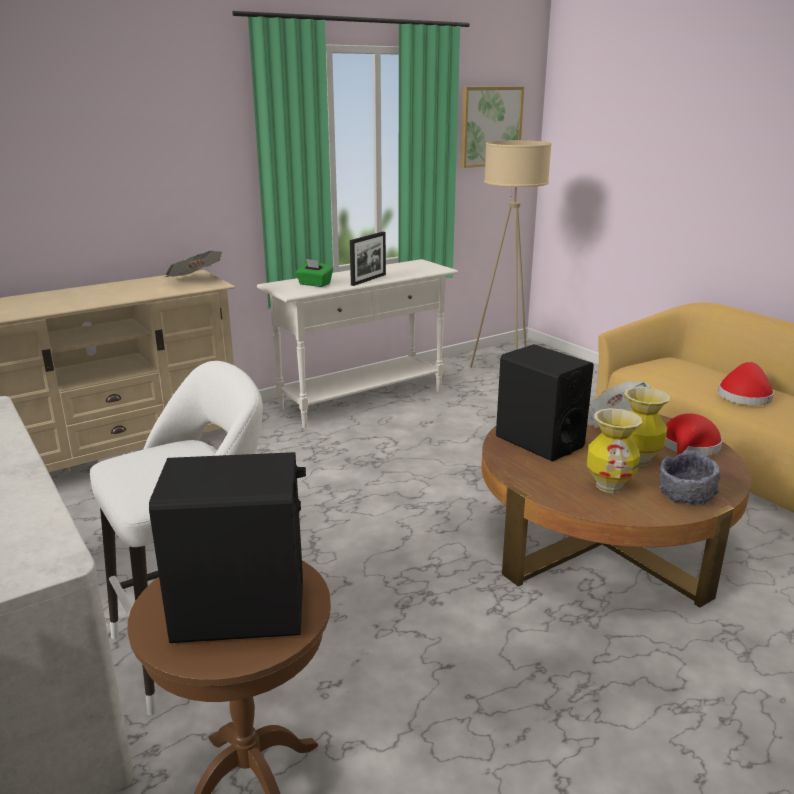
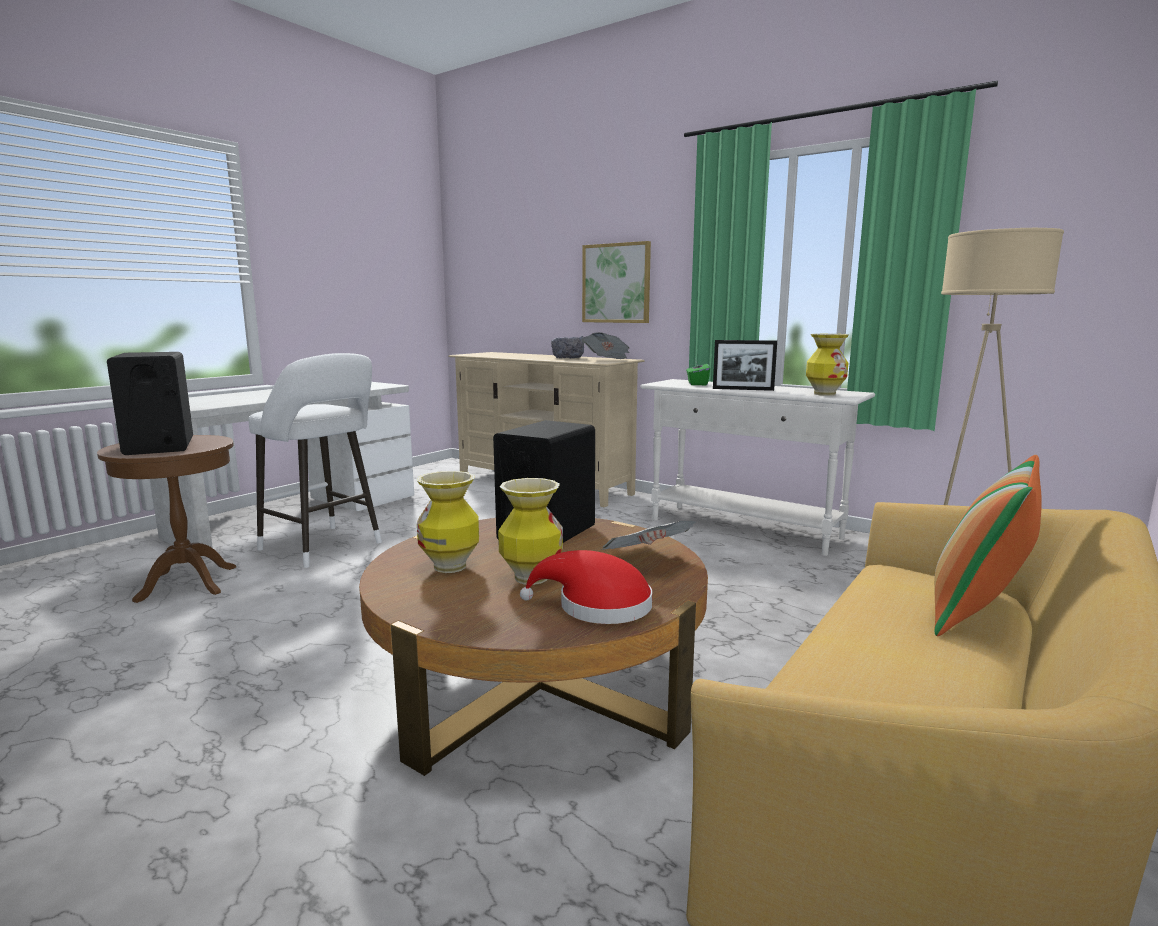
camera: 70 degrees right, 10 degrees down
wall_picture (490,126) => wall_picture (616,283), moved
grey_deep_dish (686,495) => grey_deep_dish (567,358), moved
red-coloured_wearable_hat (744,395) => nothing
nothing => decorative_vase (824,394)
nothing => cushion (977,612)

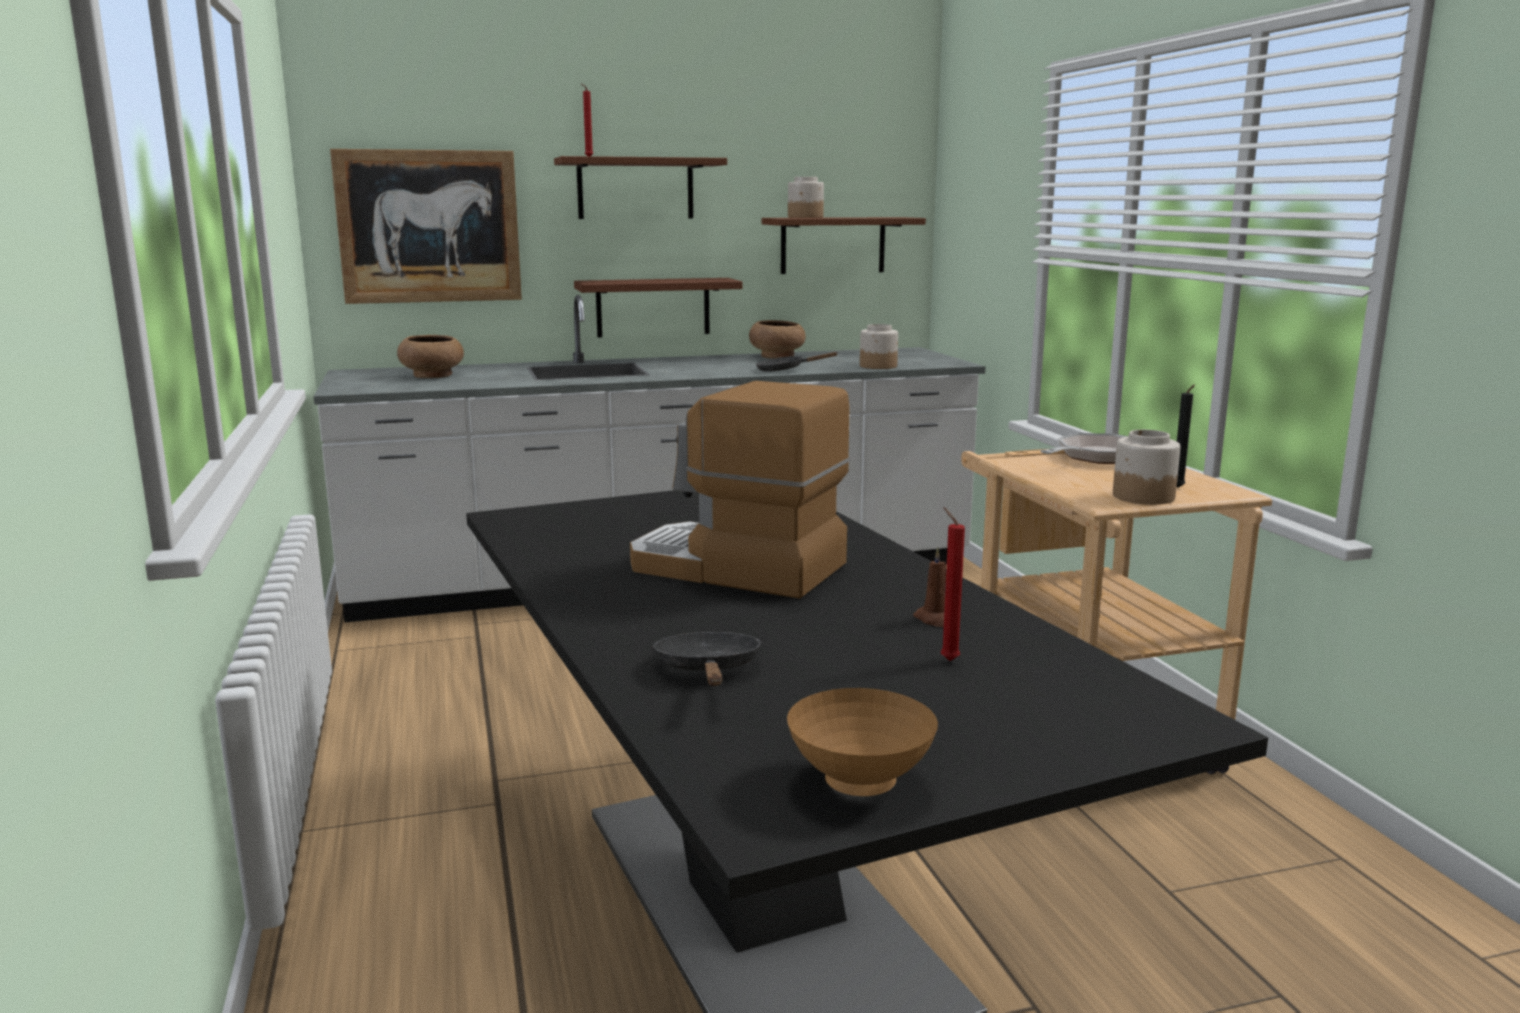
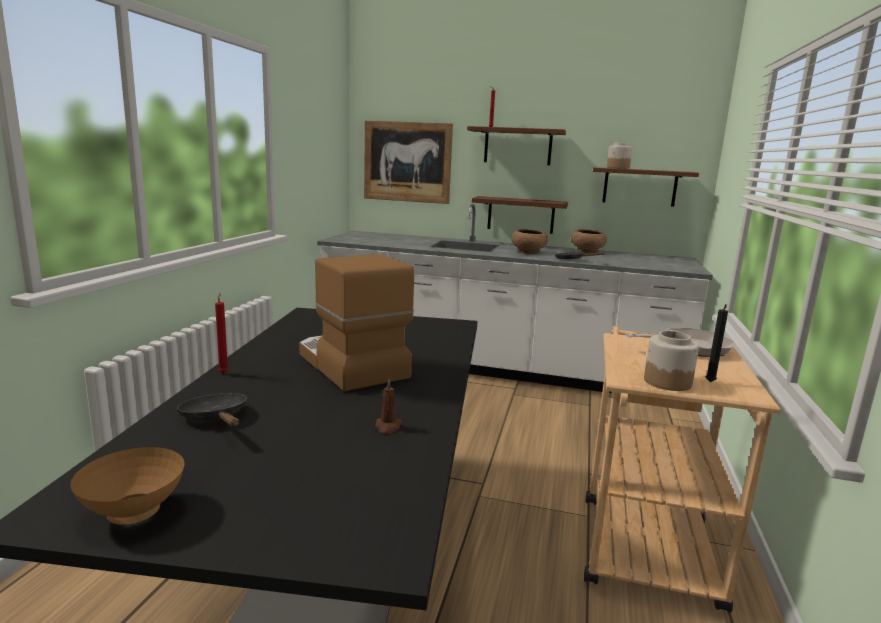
camera: 30 degrees right, 0 degrees up
brownish_deep_dish (433,375) => brownish_deep_dish (528,252), moved
black_pan (708,670) => black_pan (216,418), 60 degrees counterclockwise
jar (878,366) => nothing
red-coloured_wax_light (947,660) => red-coloured_wax_light (224,372), moved

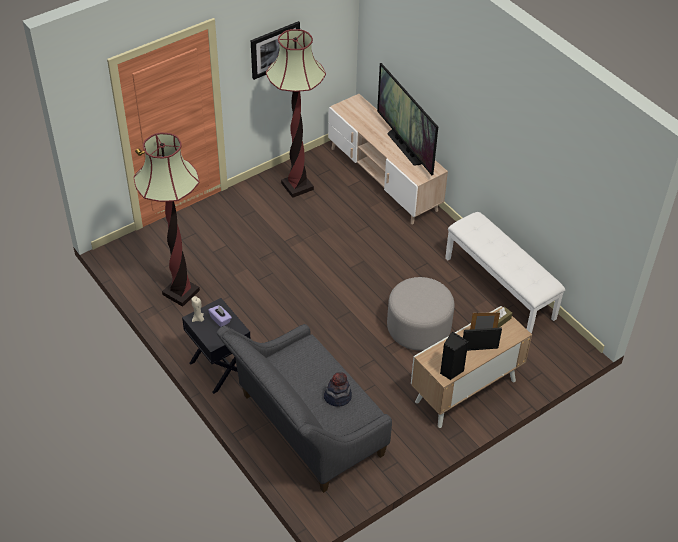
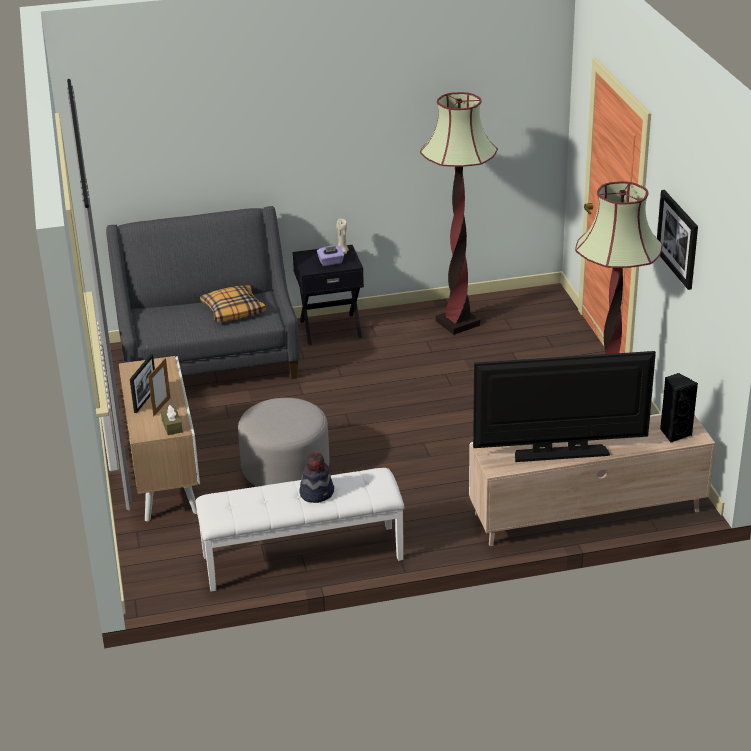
camera: 115 degrees right, 15 degrees down
wearable_hat (337,396) => wearable_hat (317,492), moved
black_audio_speaker (450,371) => black_audio_speaker (674,433), moved
nothing => cushion (233,310)

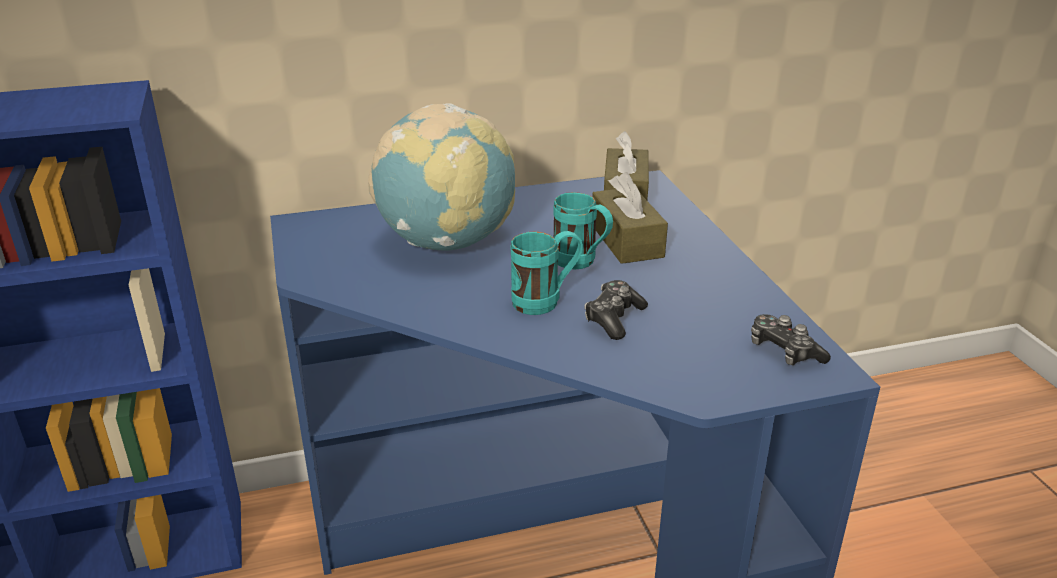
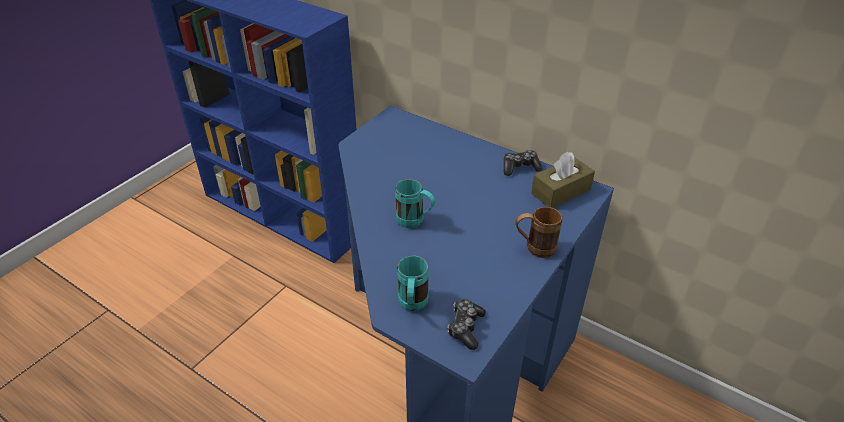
camera: 50 degrees right, 10 degrees up
globe (446,243) => nothing
blue-green_mug (582,263) => blue-green_mug (412,306), moved
gamepad (614,318) => gamepad (520,167), moved
brownish_box_of_tissues (626,241) => nothing
nothing => brownish_mug (534,248)

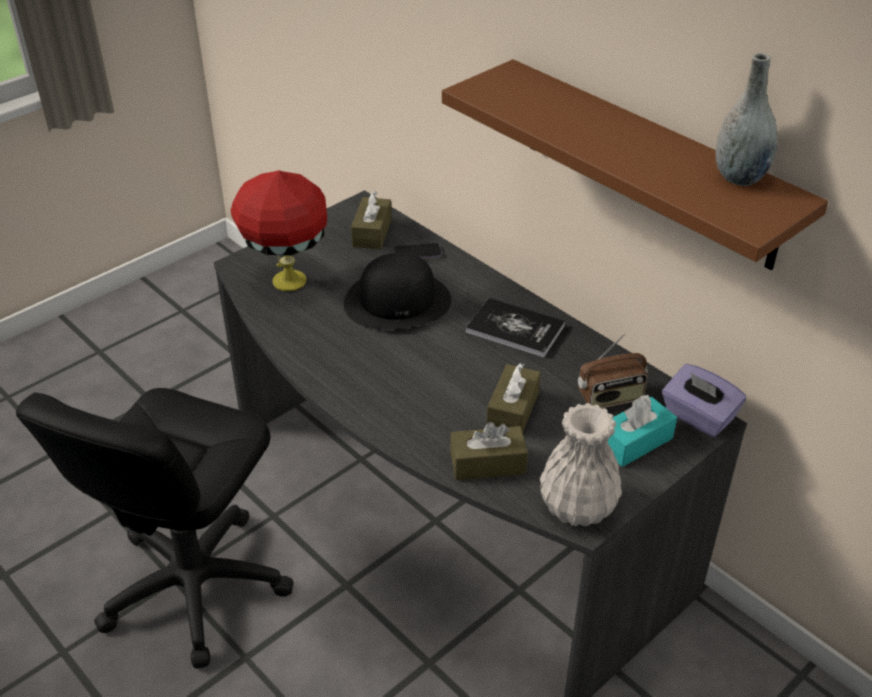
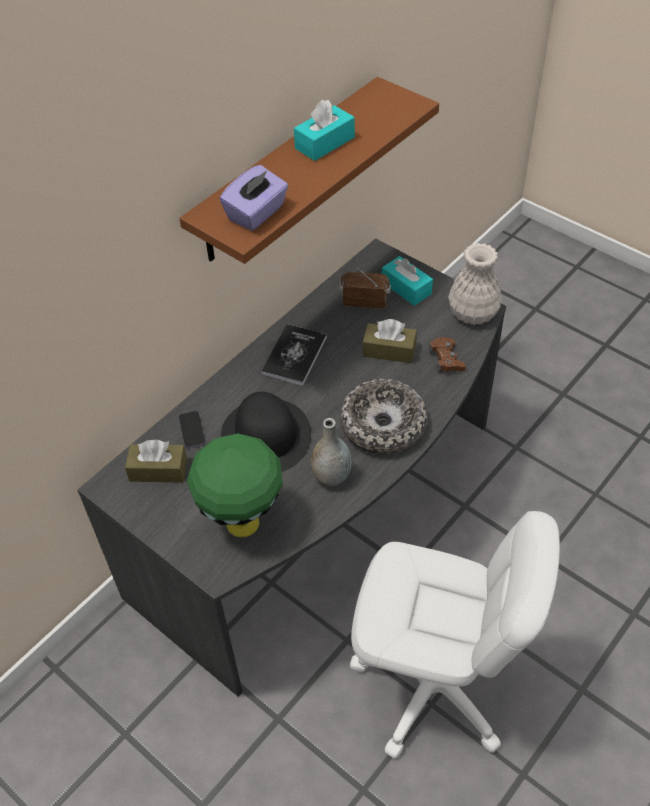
camera: 95 degrees left, 10 degrees up
black_office_chair (194,586) => whitish_office_chair (434,685)
red-coloured_table_lamp (287,281) => greenish_table_lamp (243,524)
brownish_box_of_tissues (487,463) => brownish_gamepad (446,359)
radio (610,398) => radio (365,300), 60 degrees counterclockwise
purplish_box_of_tissues (698,417) => purplish_box_of_tissues (257,213), moved
grey_decorative_vase (739,177) => grey_decorative_vase (331,476), moved
nothing => blue-green_box_of_tissues (324,143)
nothing => deep_dish (383,425)

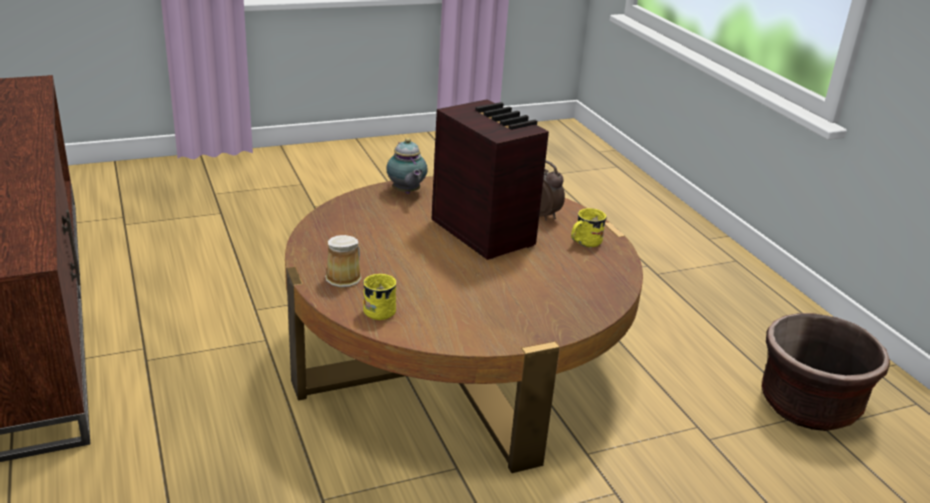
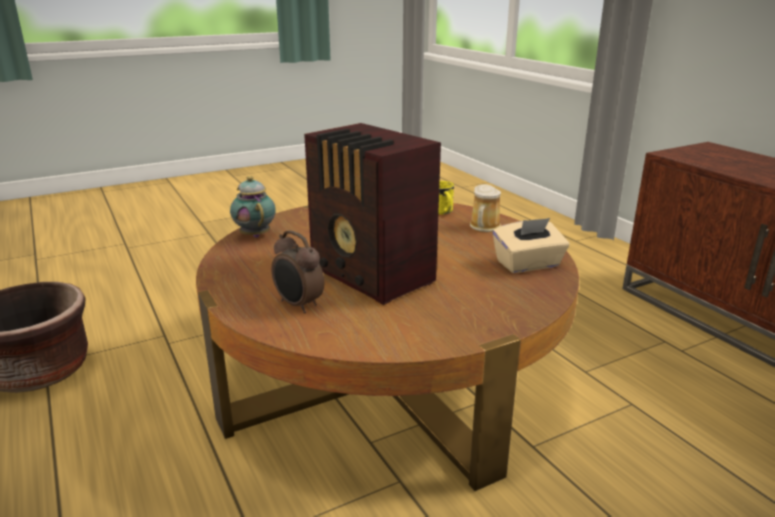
camera: 175 degrees right, 5 degrees down
tea_pot (406,192) => tea_pot (255,235), moved
yellowish_mug (584,242) => nothing
nothing => beige-coloured_box_of_tissues (528,264)

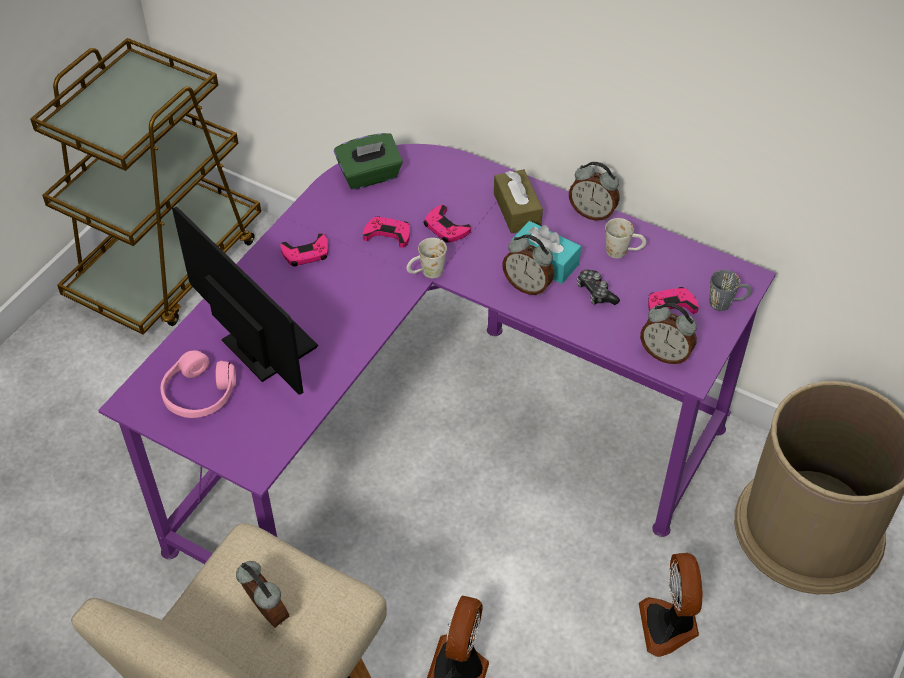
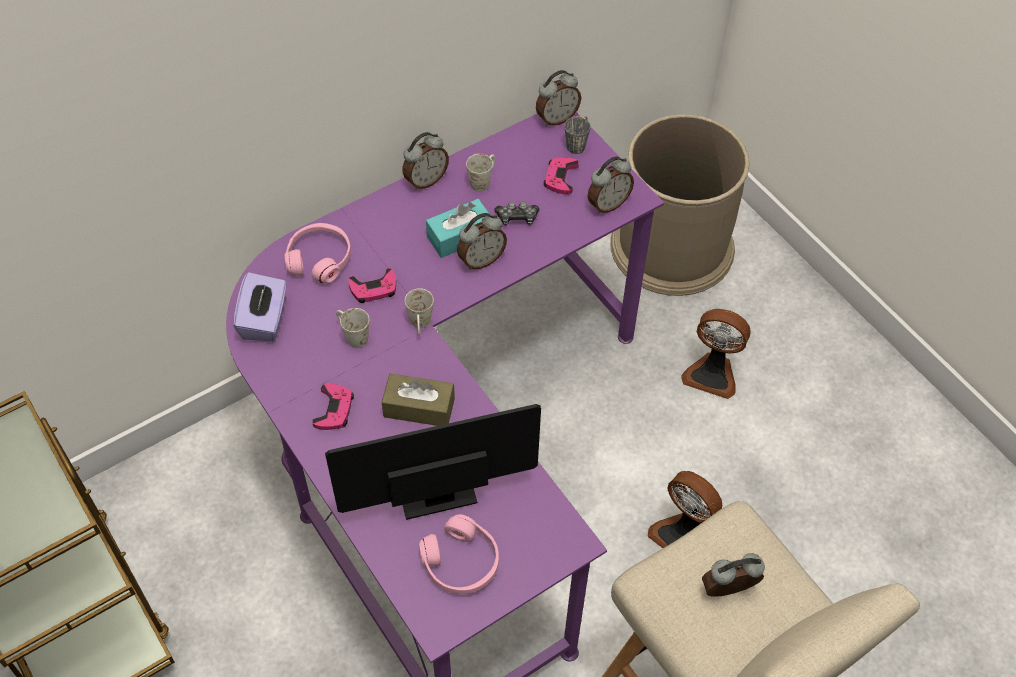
camera: 65 degrees left, 5 degrees up
greenish_box_of_tissues (369,176) => purplish_box_of_tissues (265,320)
pink_gamepad (388,234) => whitish_mug (352,335)
brownish_box_of_tissues (517,210) => brownish_box_of_tissues (419,407), moved
nothing => pink_headset (319,259)
nothing => bedside_clock (556,118)

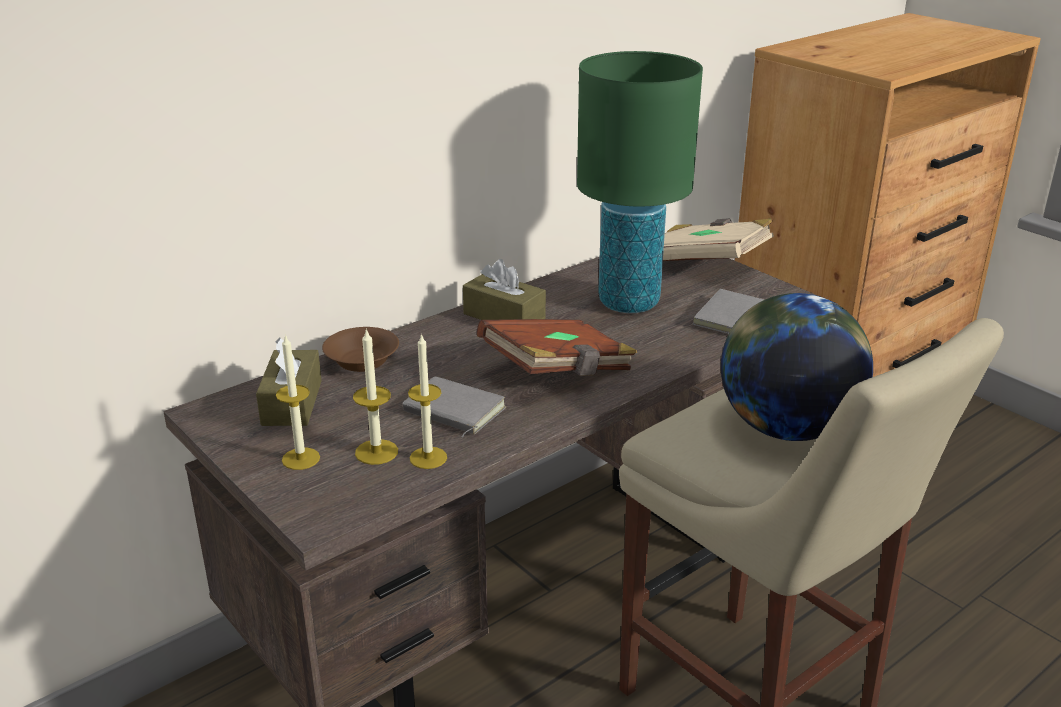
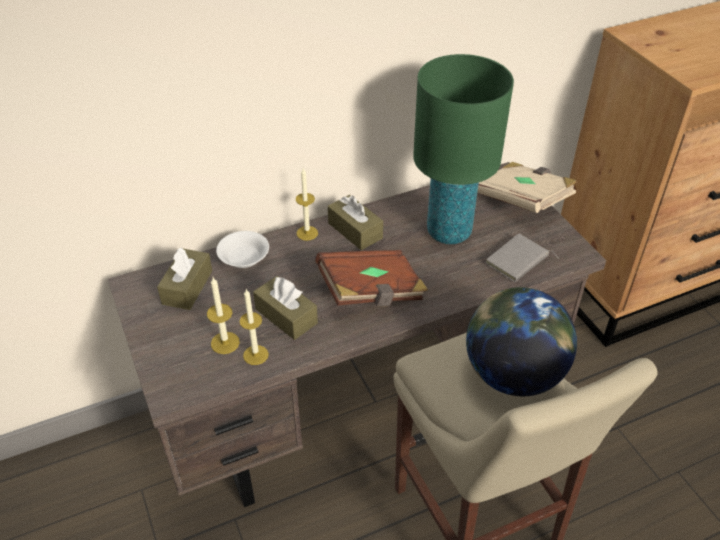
camera: 15 degrees right, 15 degrees up
wax_light (301,458) => wax_light (307,233), moved
brownish_deep_dish (362,363) => whitish_deep_dish (244,259)
grey_volume (452,412) => brownish_box_of_tissues (286,316)

